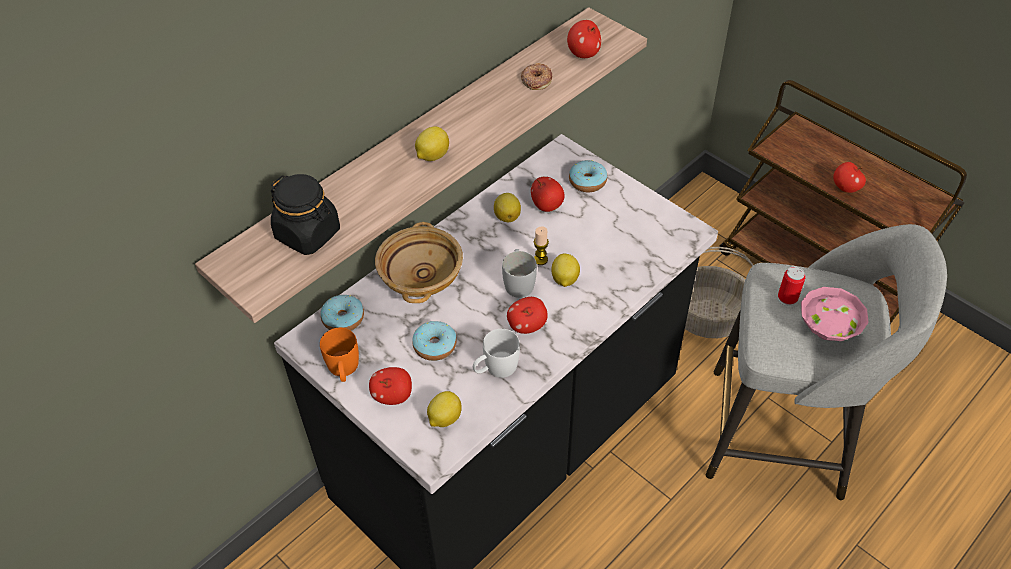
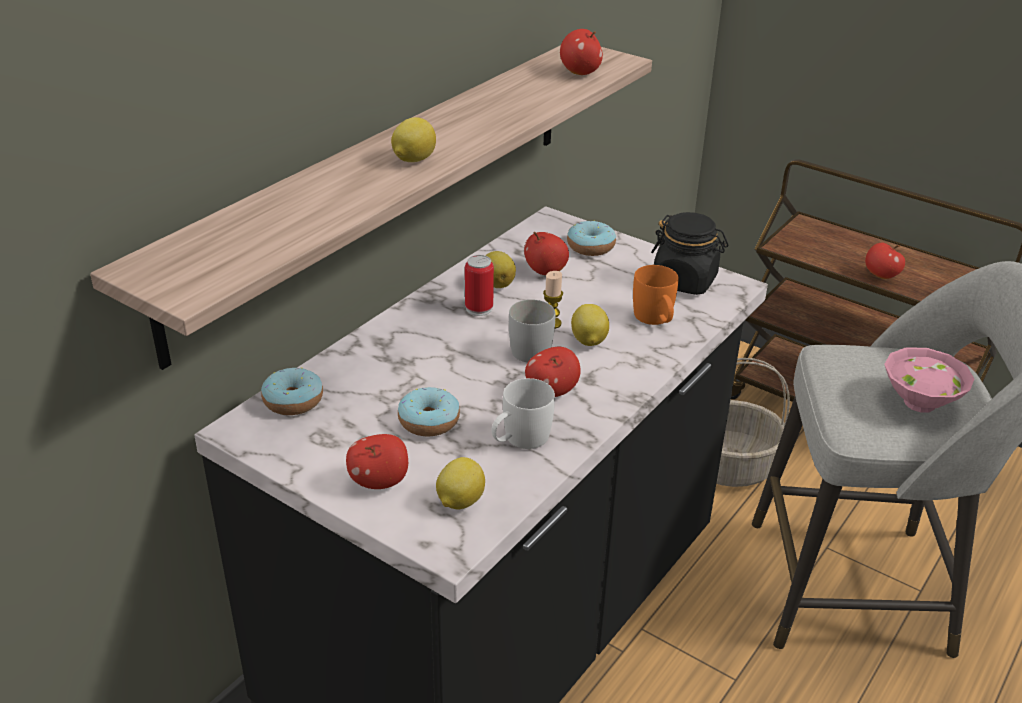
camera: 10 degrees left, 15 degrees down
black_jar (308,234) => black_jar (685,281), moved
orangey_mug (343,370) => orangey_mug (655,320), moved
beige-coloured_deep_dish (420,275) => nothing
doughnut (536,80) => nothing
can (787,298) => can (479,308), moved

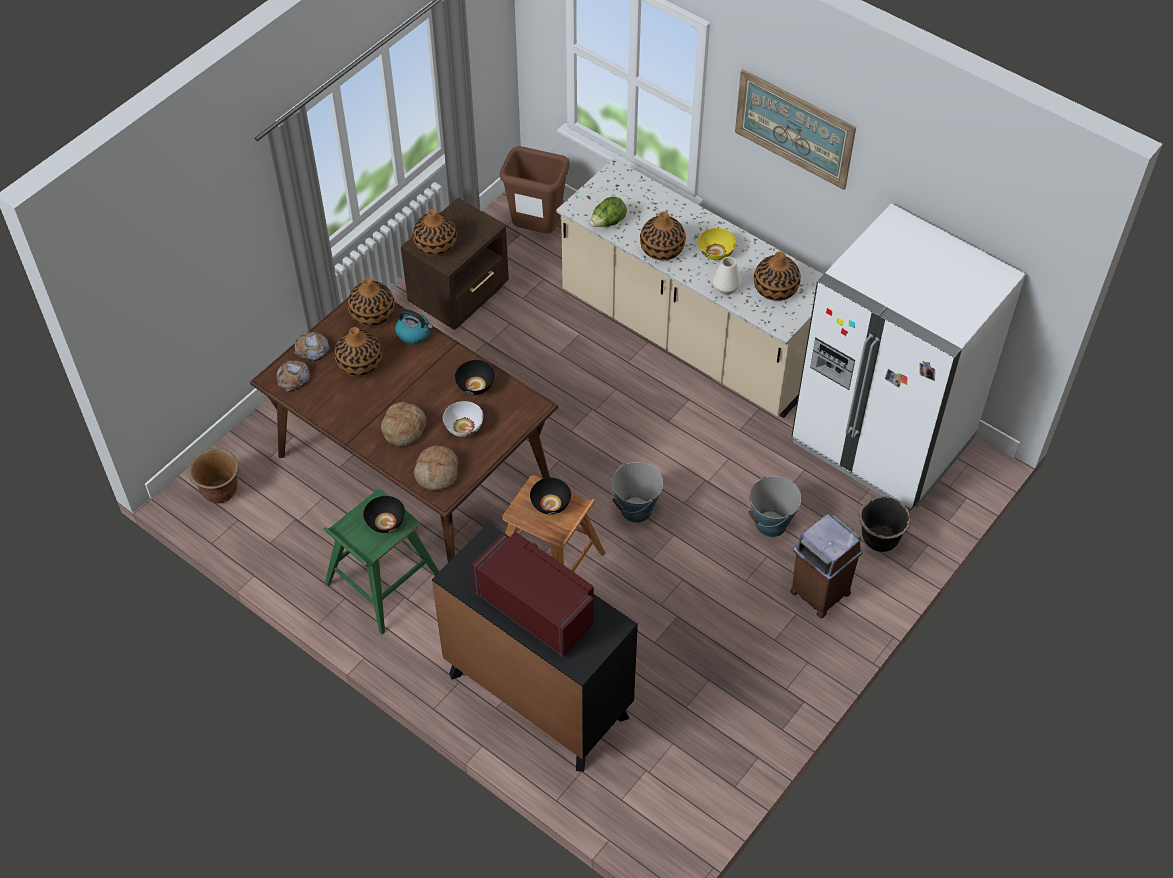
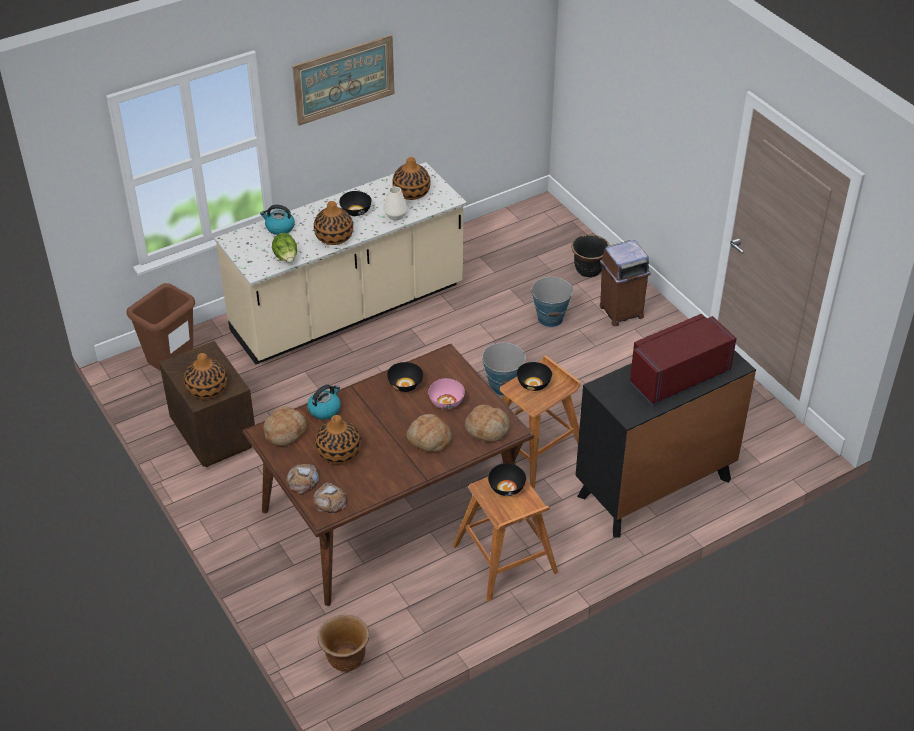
camera: 70 degrees left, 10 degrees down
greenish_stool_seat (383,583) => brownish_stool_seat (505,560)
decorative_vase (373,314) => baked_bread (285,431)
whitish_deep_dish (464,426) => pink_deep_dish (446,402)
yellowish_deep_dish (715,252) => black_deep_dish (356,211)
whitish_refrigerator (882,441) => nothing
nothing => water_kettle (279,228)

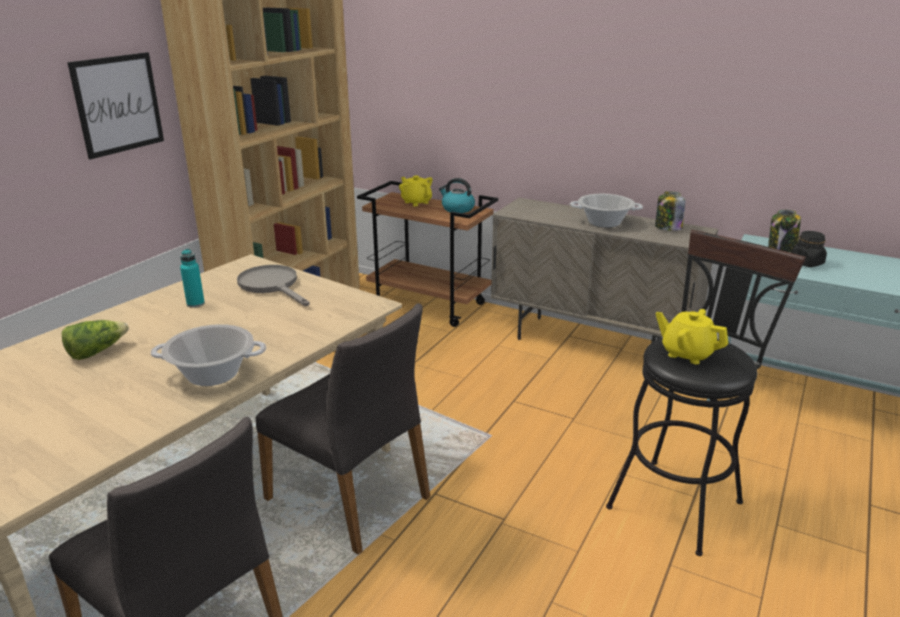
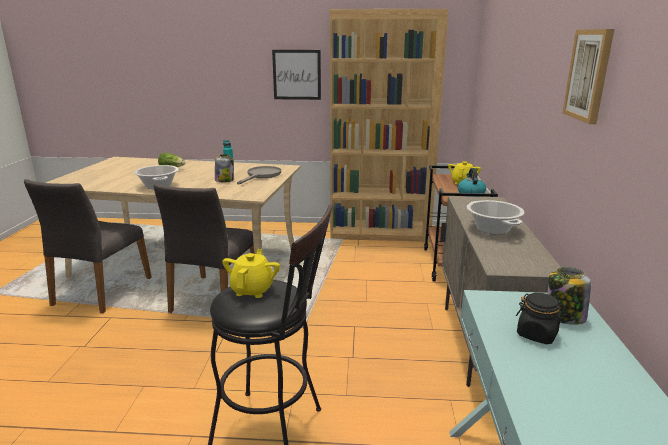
camera: 65 degrees right, 5 degrees down
jar (667,228) => jar (224,180), moved
nothing => wall_picture (589,75)

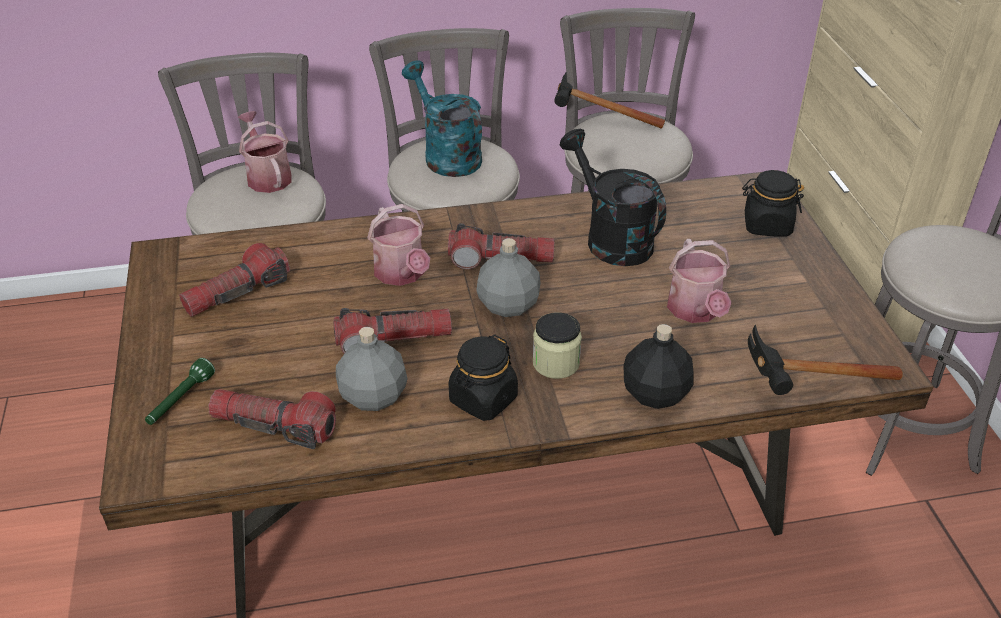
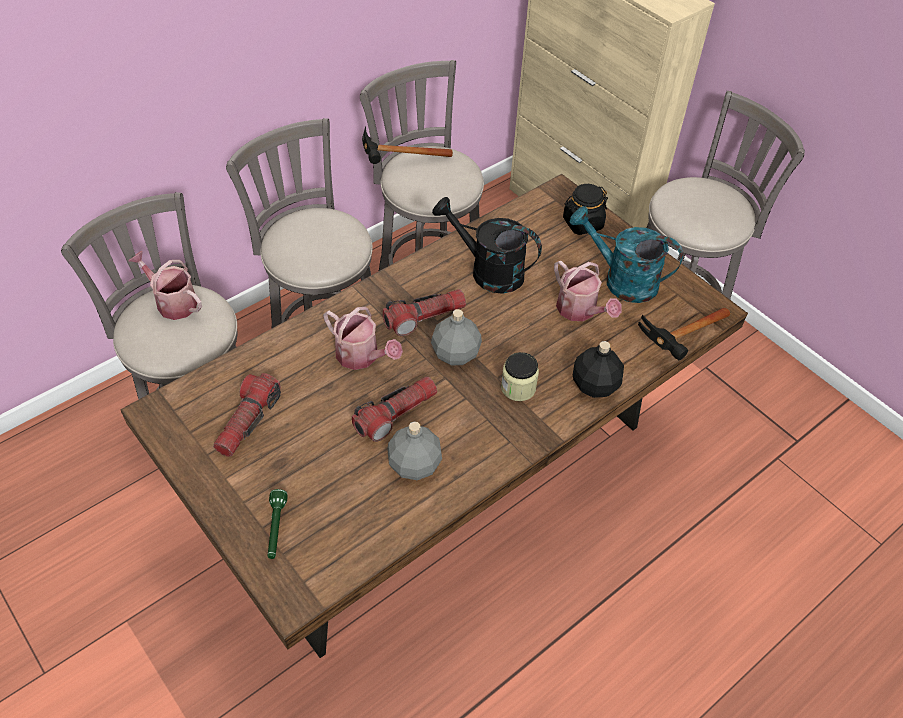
camera: 30 degrees left, 10 degrees up
hand_torch (275,426) => nothing
blue-green_sprinkling_can (446,155) => blue-green_sprinkling_can (621,280), moved
black_jar (483,399) => nothing

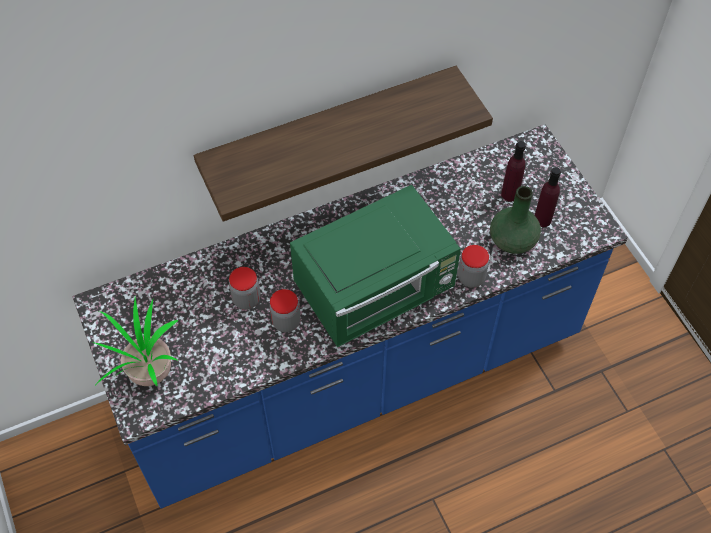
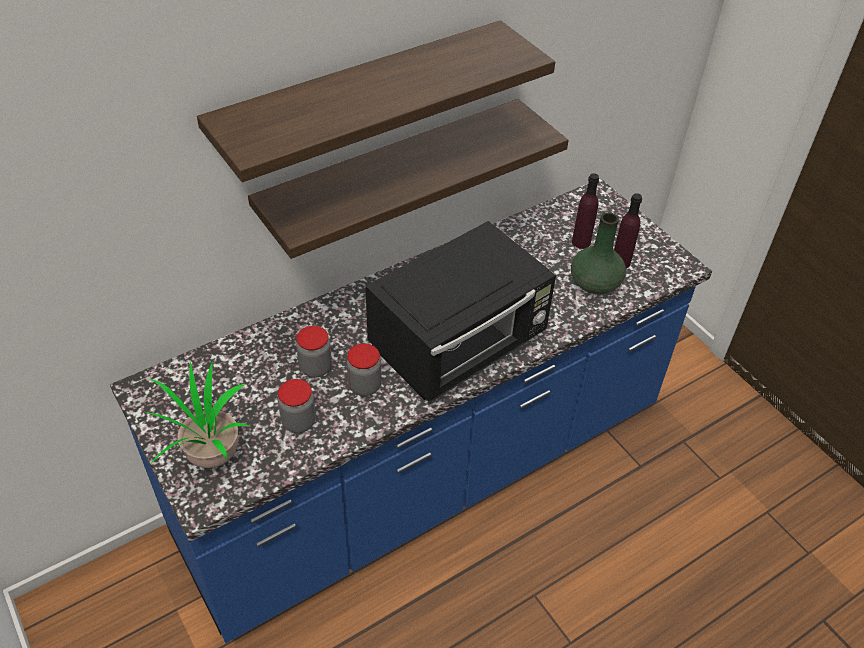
camera: 10 degrees left, 10 degrees down
greenish_kitchen_microwave (376,291) => black_kitchen_microwave (460,345)
jar (471,277) => jar (299,422), moved
nothing => shelf (361,100)

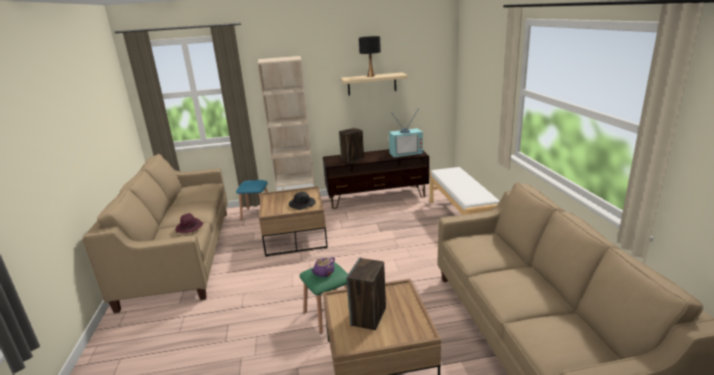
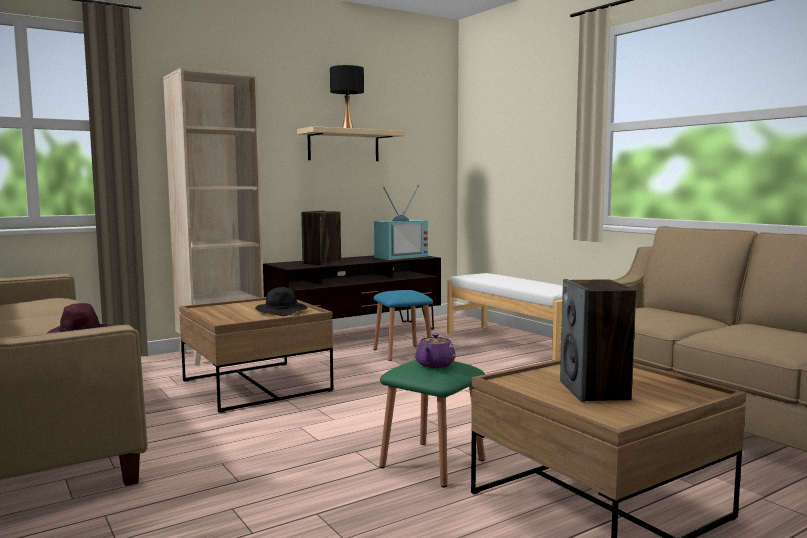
camera: 25 degrees left, 15 degrees down
blue_stool_seat (256,213) => blue_stool_seat (402,352), moved

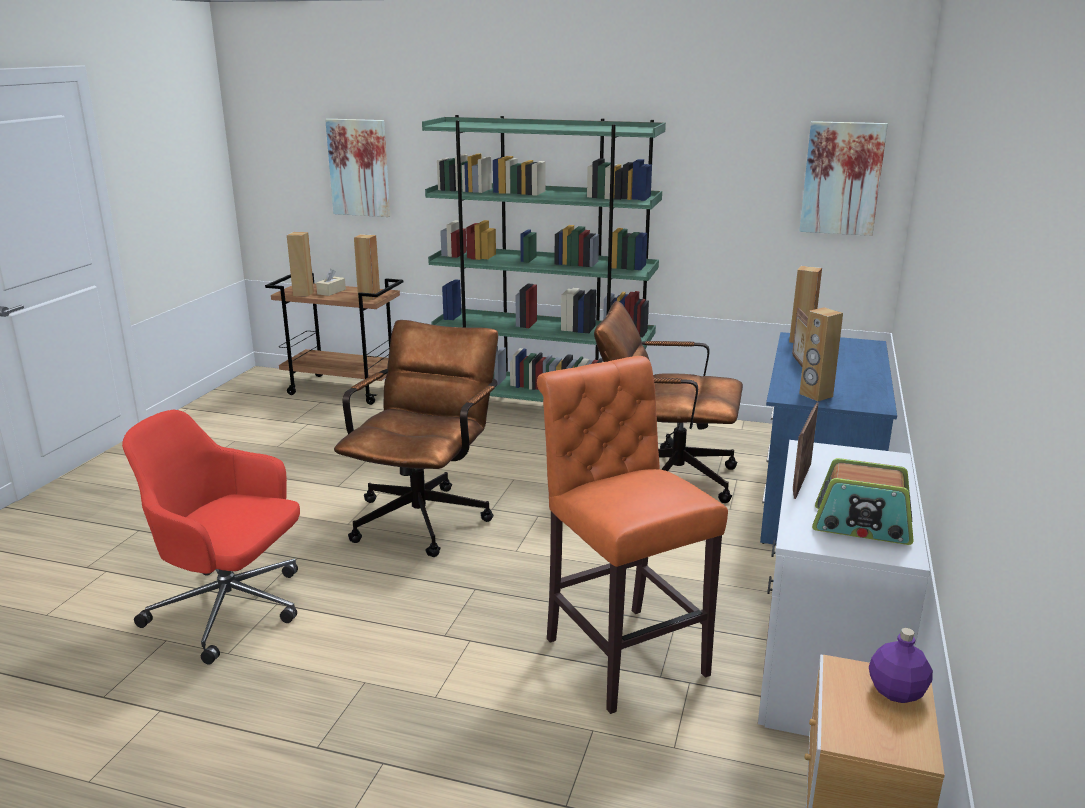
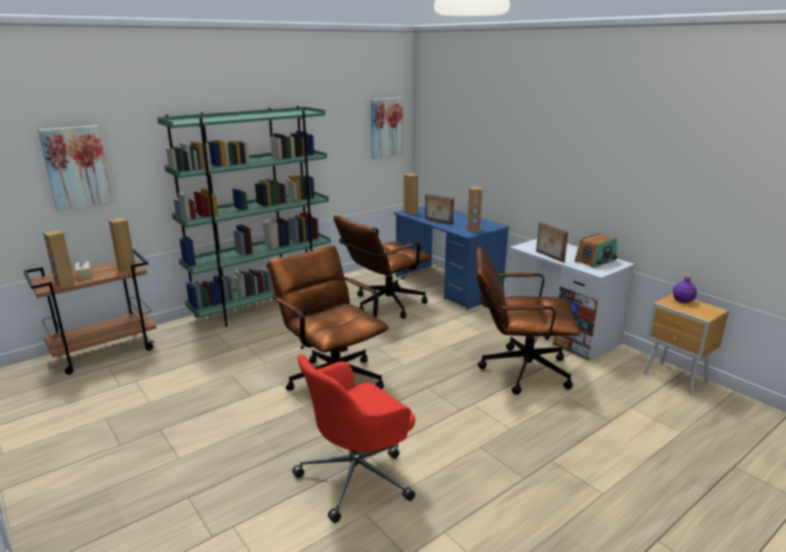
camera: 55 degrees left, 0 degrees up
orangey_stool_seat (621,652) => brownish_office_chair (517,370)

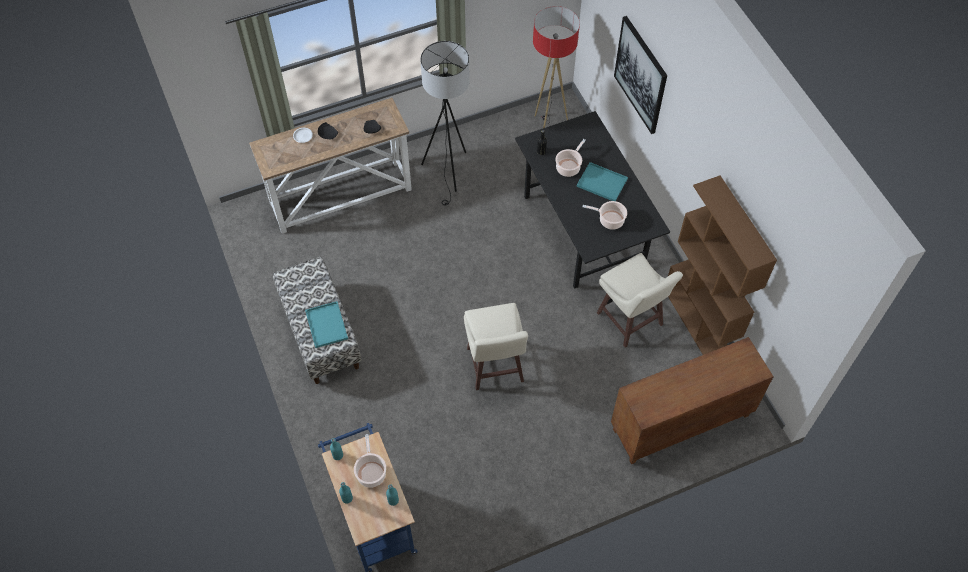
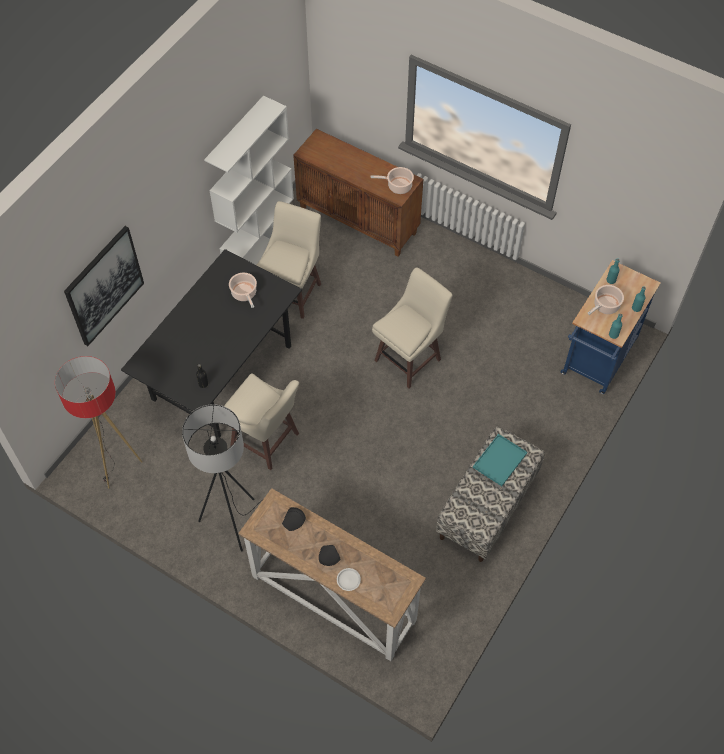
camera: 125 degrees left, 0 degrees up
cooking_pot (569,167) => cooking_pot (398,186), moved
blue-green_carrying_tray (601,182) => nothing
brownish_shelving_unit (699,323) => whitish_shelving_unit (260,248)
nothing => beige-coloured_stool_seat (266,441)

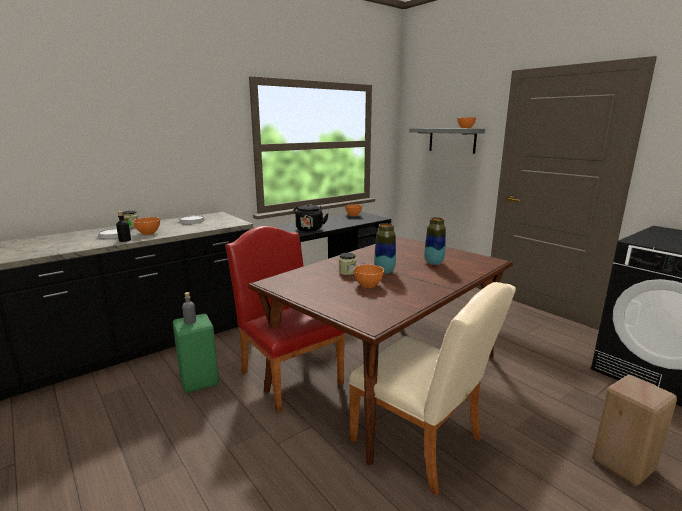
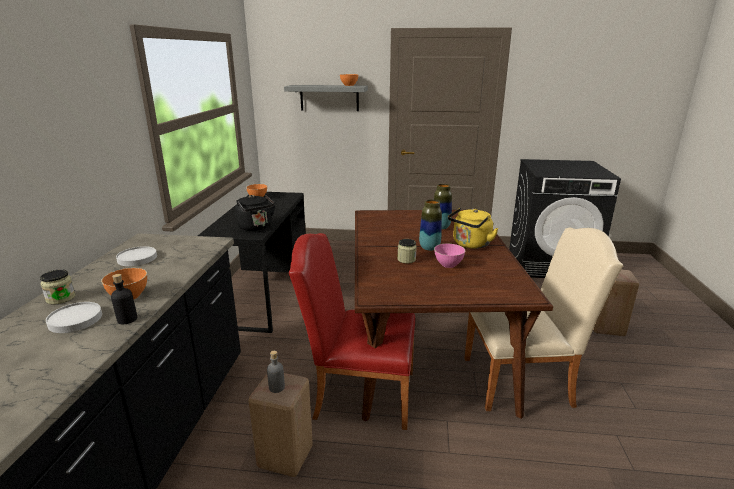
camera: 45 degrees left, 5 degrees up
greenish_stool_seat (198,382) => beige-coloured_stool_seat (286,458)
orangey_deep_dish (368,285) => pink_deep_dish (448,264)
nothing => yellowish_water_kettle (470,244)

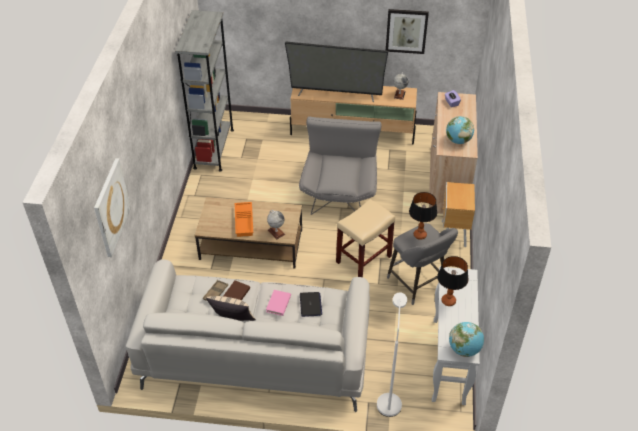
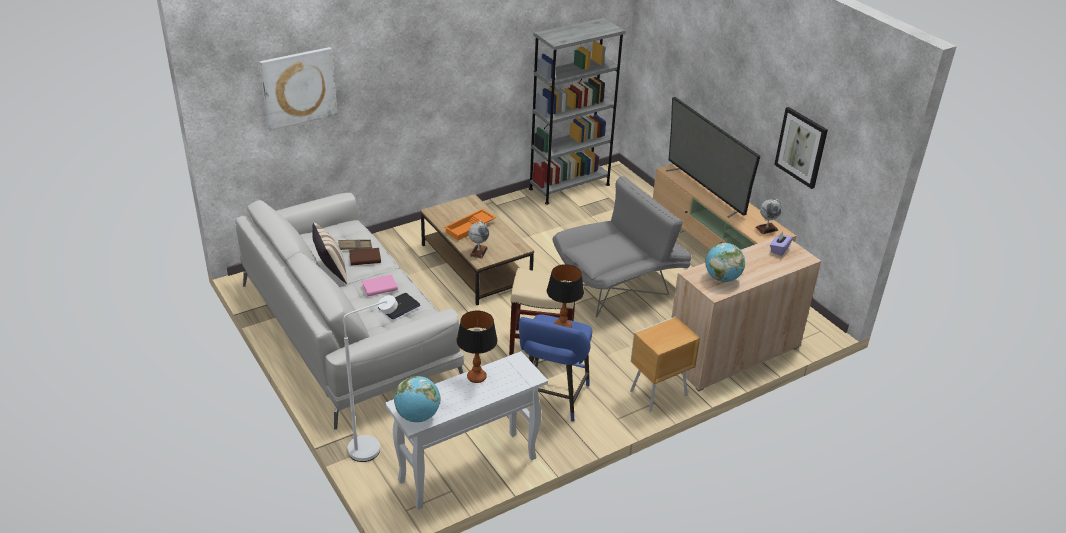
camera: 50 degrees right, 10 degrees down
grey_stool_seat (418,284) => blue_stool_seat (552,399)

